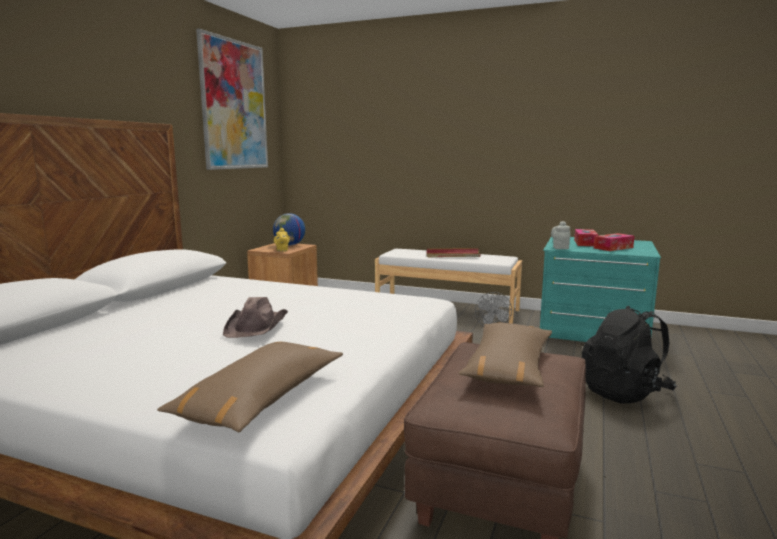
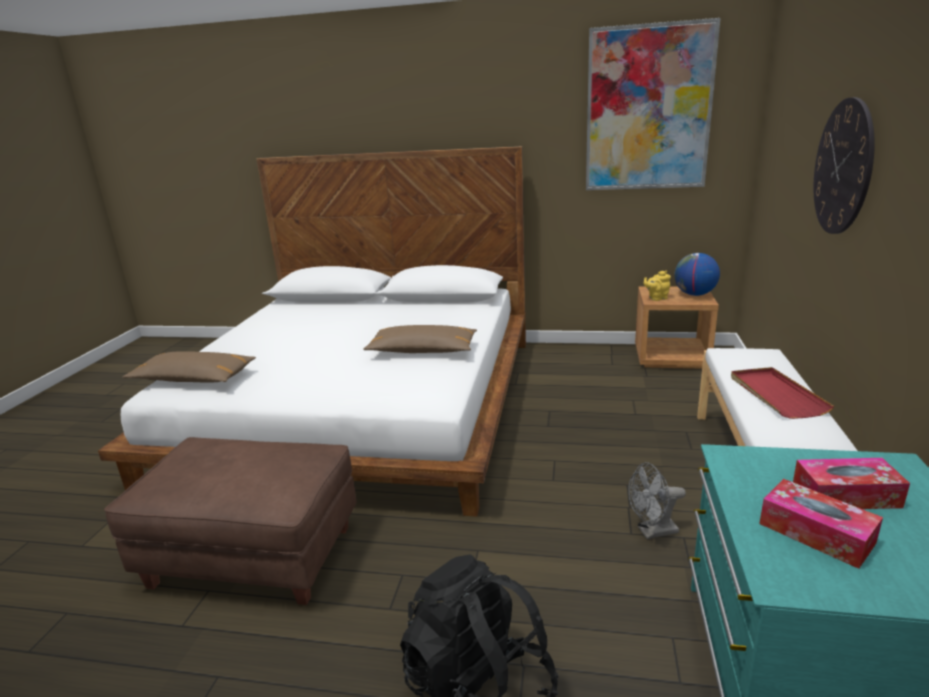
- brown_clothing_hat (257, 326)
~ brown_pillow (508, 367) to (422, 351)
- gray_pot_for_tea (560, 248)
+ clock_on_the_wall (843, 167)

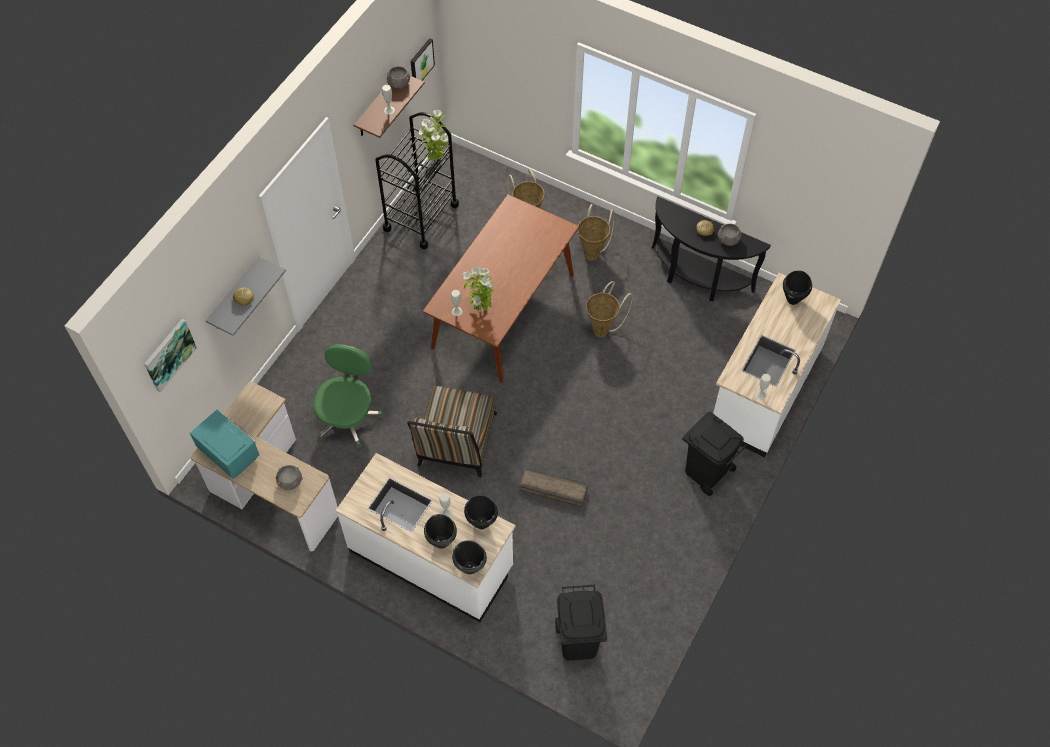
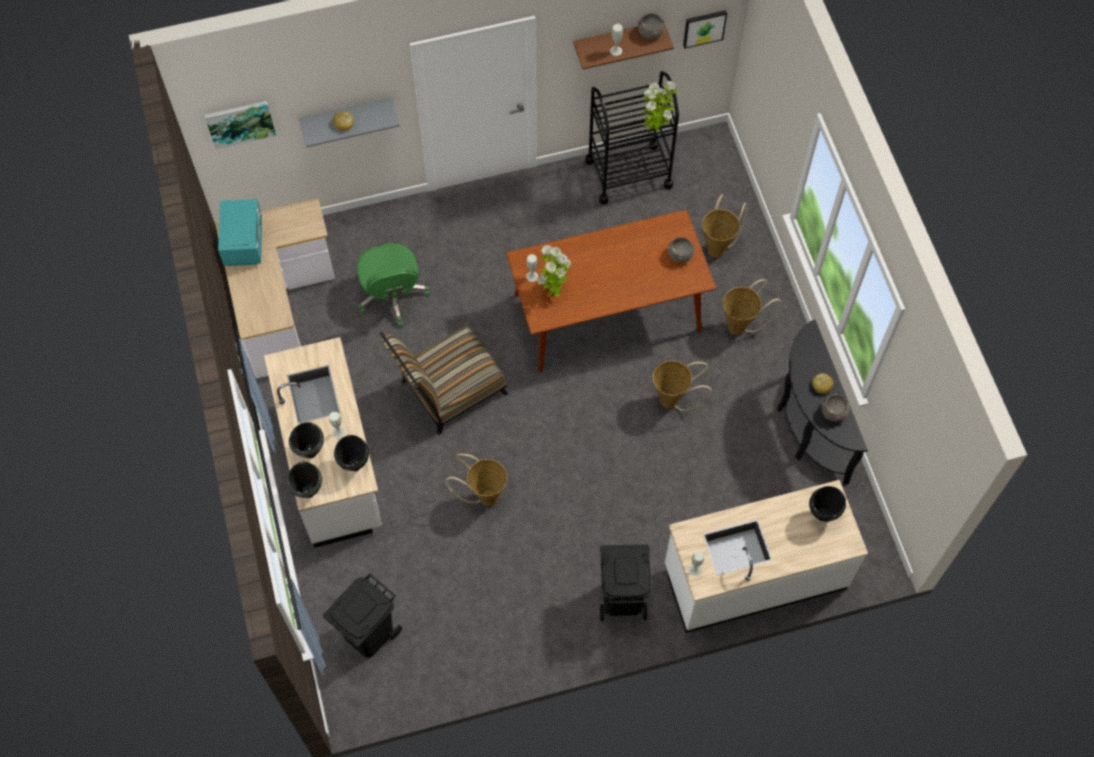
~ gray_deep_dish (290, 481) to (680, 255)
~ green-coloured_desk_chair (348, 417) = (392, 295) 105 degrees clockwise
~ packing_crate (553, 488) to storage_basket (484, 496)

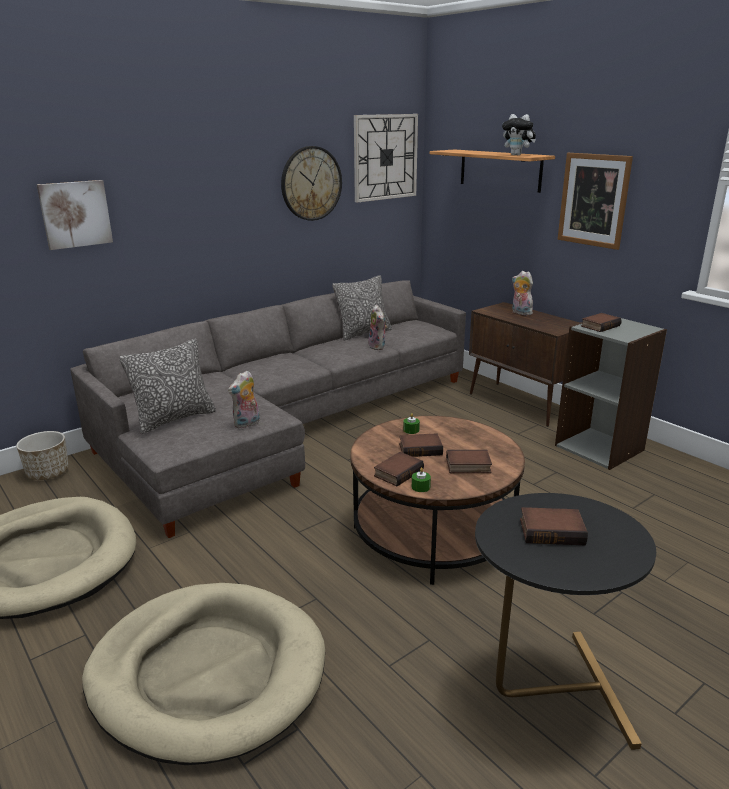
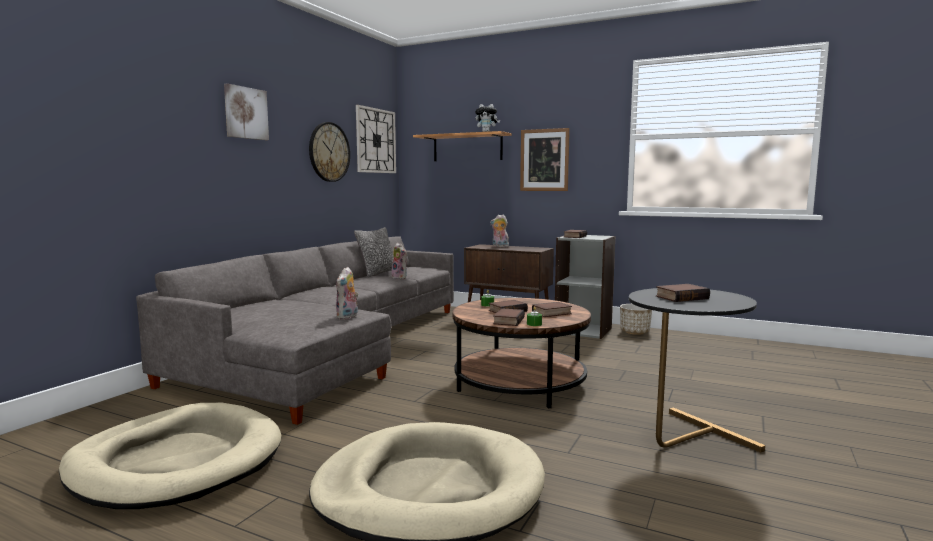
~ plant_pot (48, 473) to (634, 332)
~ wall_art (75, 214) to (245, 113)
- pillow (174, 418)

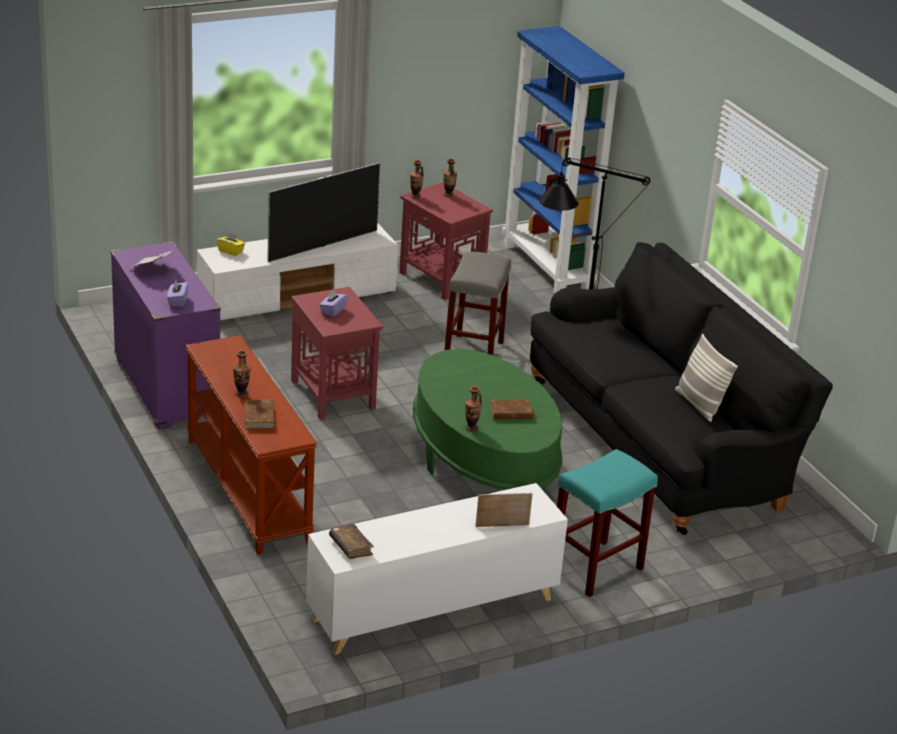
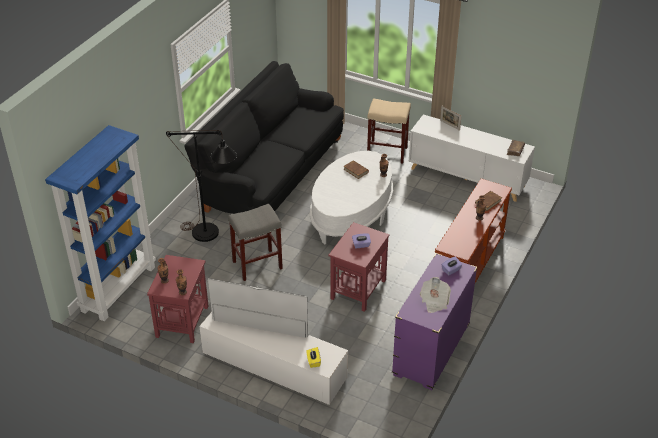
~ green-coloured_lounge_table (483, 461) to white_lounge_table (351, 214)
~ turquoise-coloured_stool (595, 569) to beige_stool (387, 153)
- pillow (699, 405)

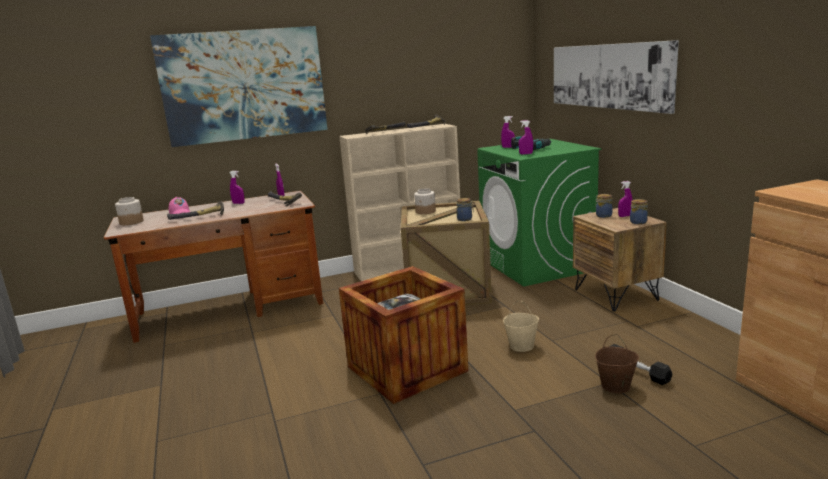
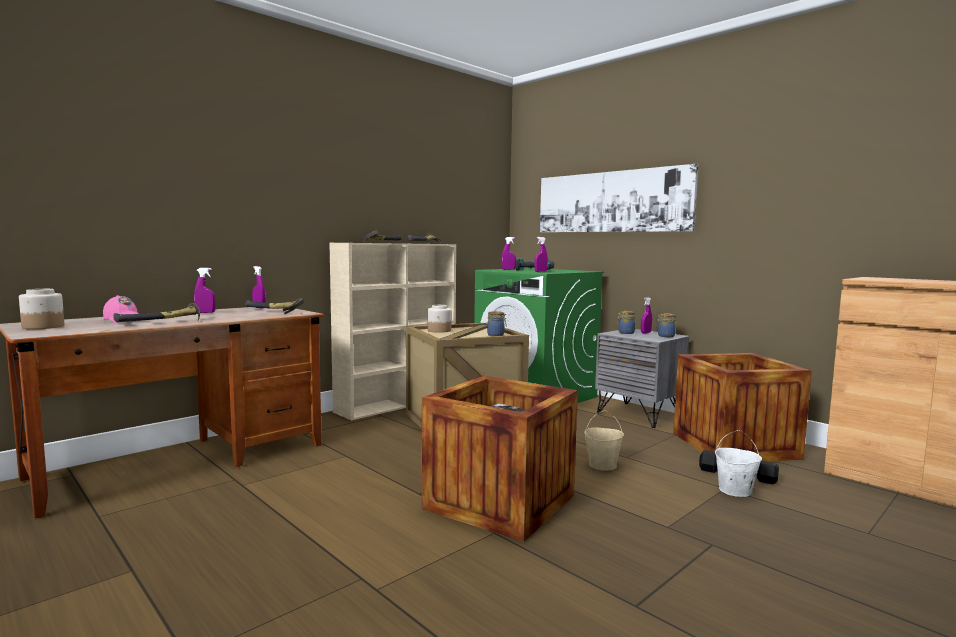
- wall_art (244, 85)
~ brown_nightstand (616, 295) to gray_nightstand (639, 415)
~ brown_water_bucket (615, 386) to white_water_bucket (735, 490)
+ packing_crate (734, 445)

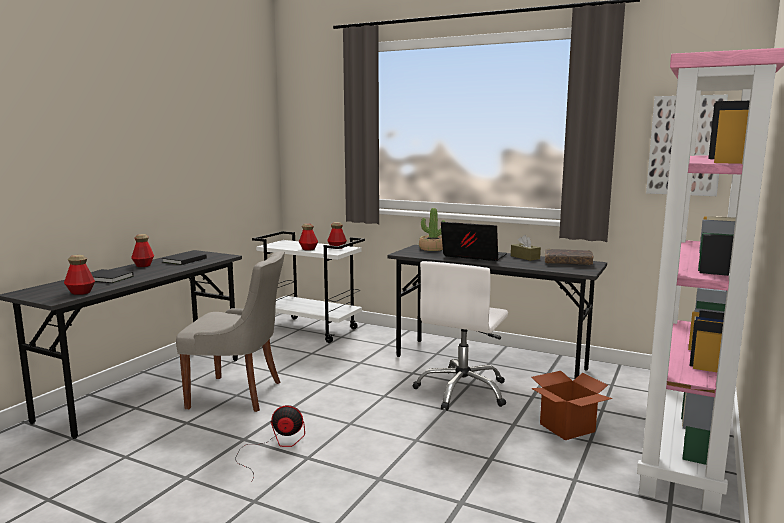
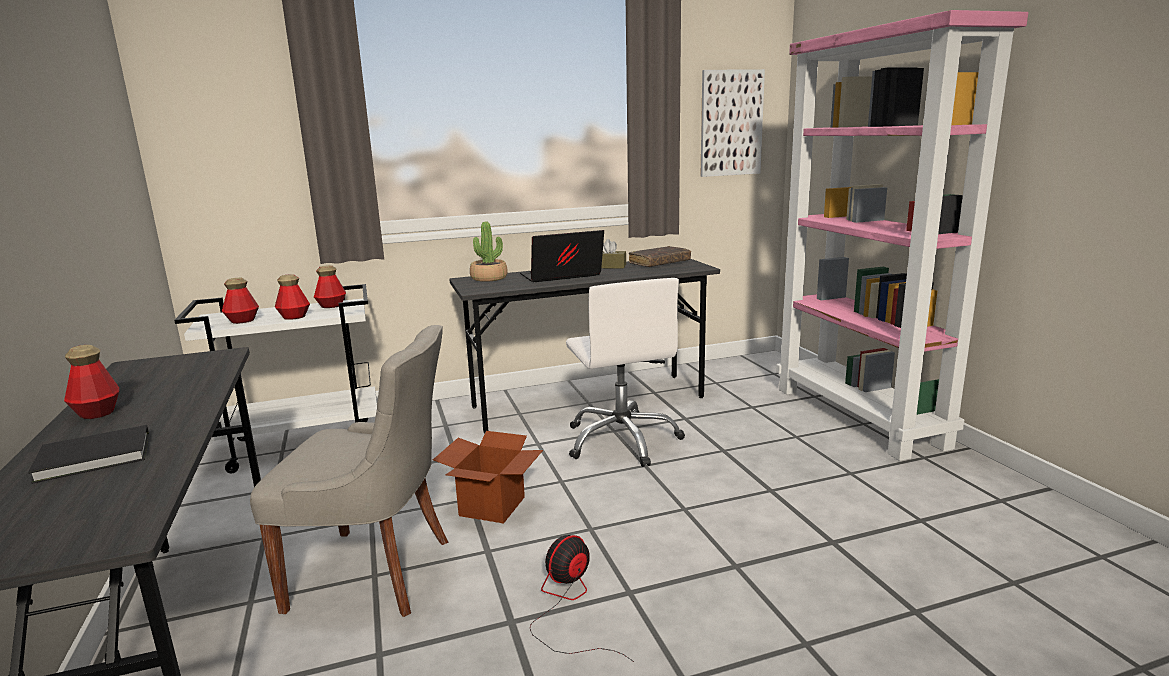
~ drink_bottle (80, 292) to (242, 321)
- black-coloured_bound_book (183, 260)
~ gray_upright_chair (238, 394) = (375, 573) 45 degrees clockwise
~ carton (567, 427) to (492, 506)

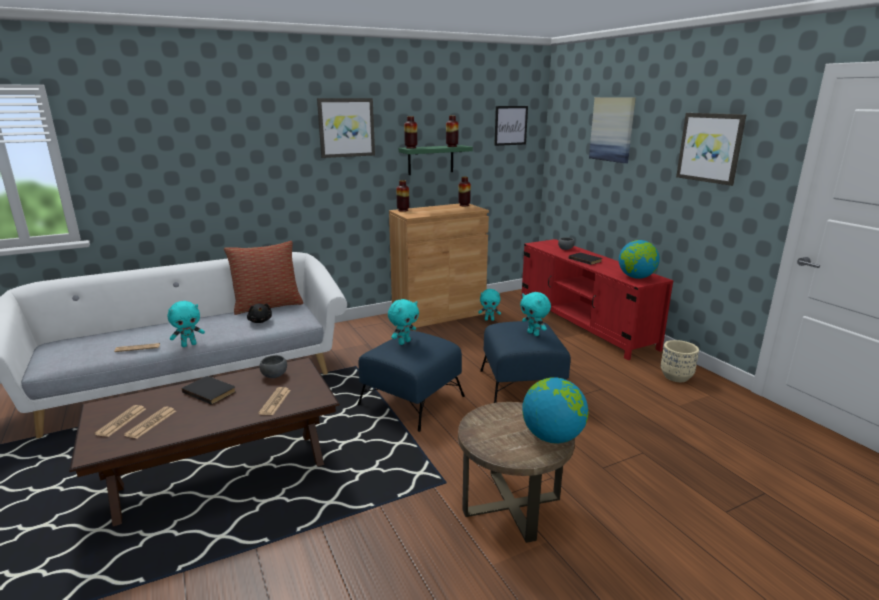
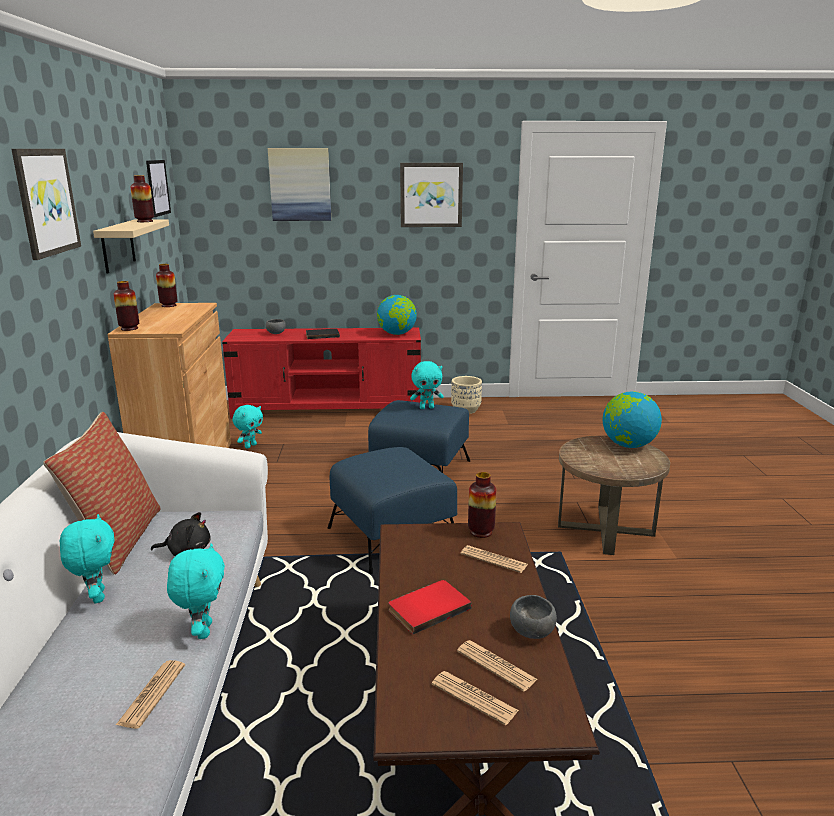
~ black-coloured_bound_book (211, 391) to reddish_bound_book (427, 608)
~ gray_deep_dish (274, 375) to (530, 632)
~ turquoise-coloured_plush_toy (404, 342) to (96, 596)
~ green-coloured_shelf (430, 160) to beige_shelf (118, 246)
~ flower_vase (411, 148) to (481, 532)

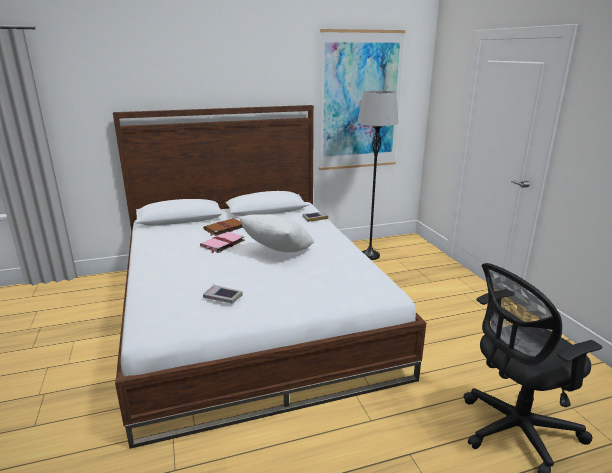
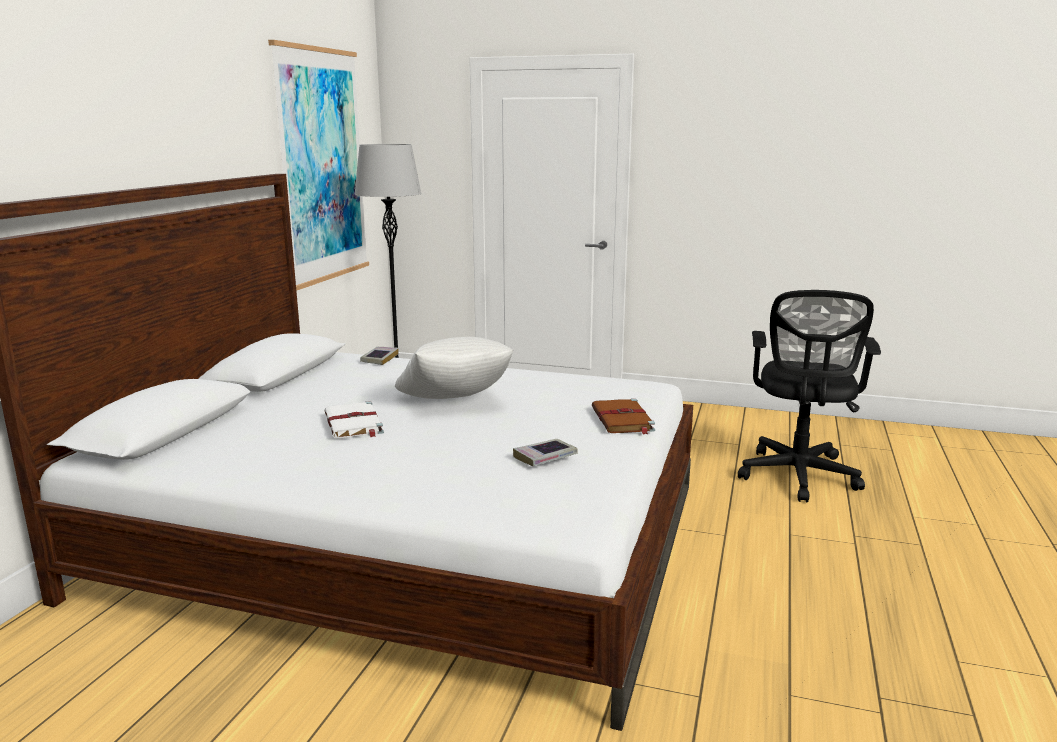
~ pink-coloured_bound_book (222, 244) to white_bound_book (353, 424)
~ brown_bound_book (223, 228) to (622, 420)

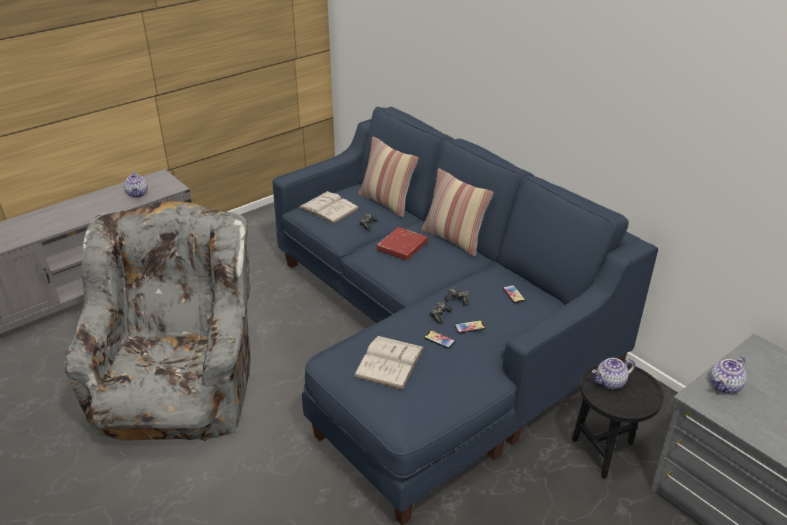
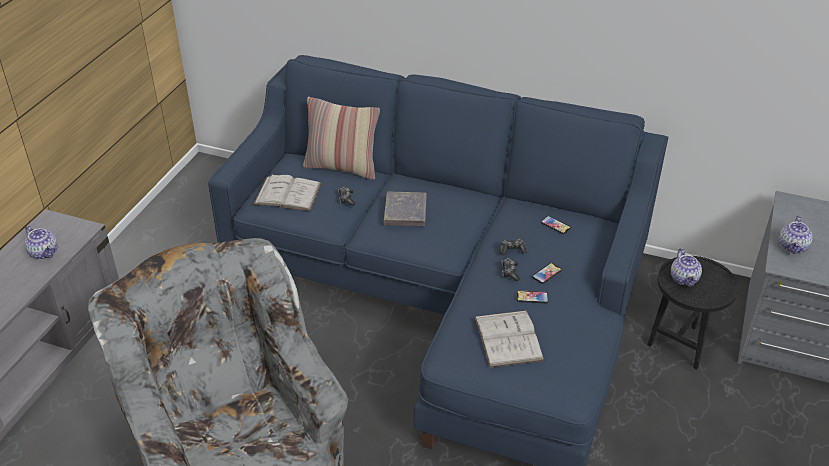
~ reddish_bound_book (402, 246) to gray_bound_book (405, 212)
- pillow (454, 239)
~ pot_for_tea (610, 382) = (684, 279) 45 degrees counterclockwise

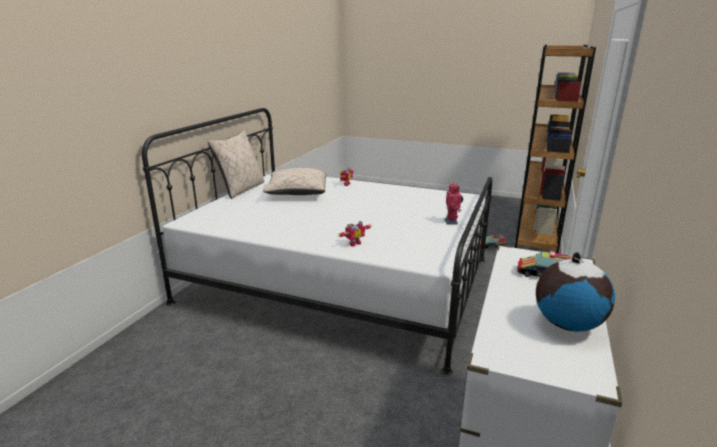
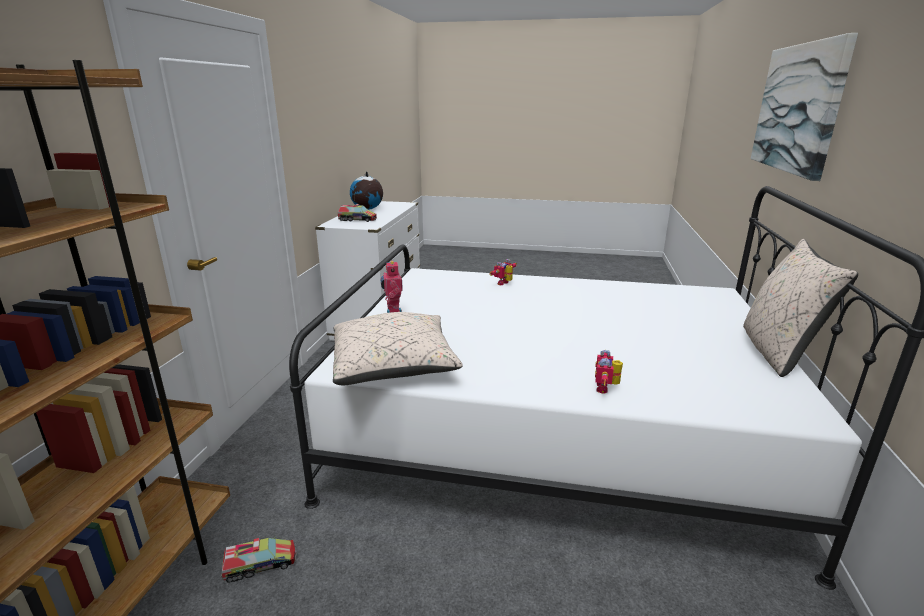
~ beige_pillow (297, 193) to (394, 366)
+ wall_art (797, 108)

